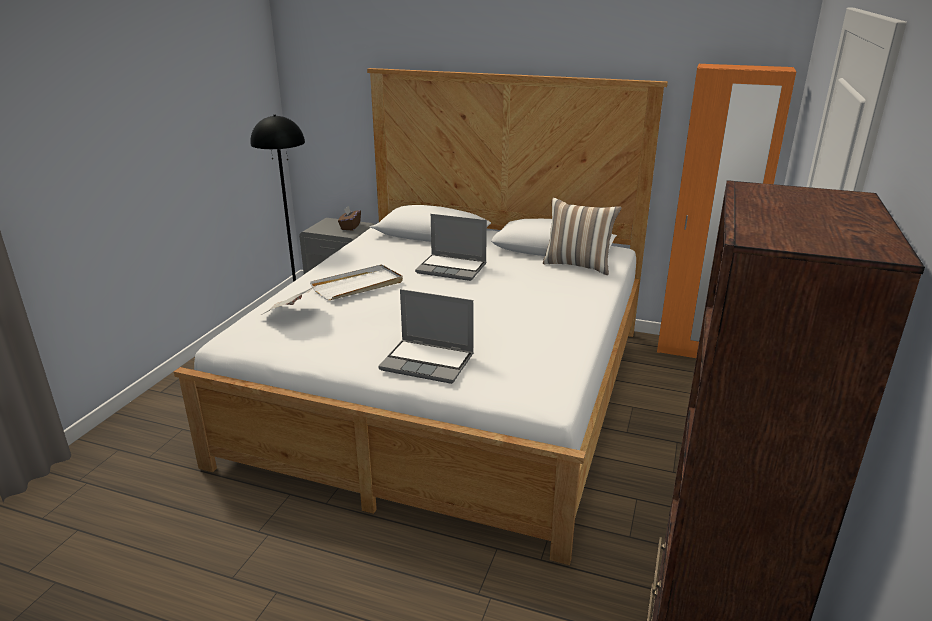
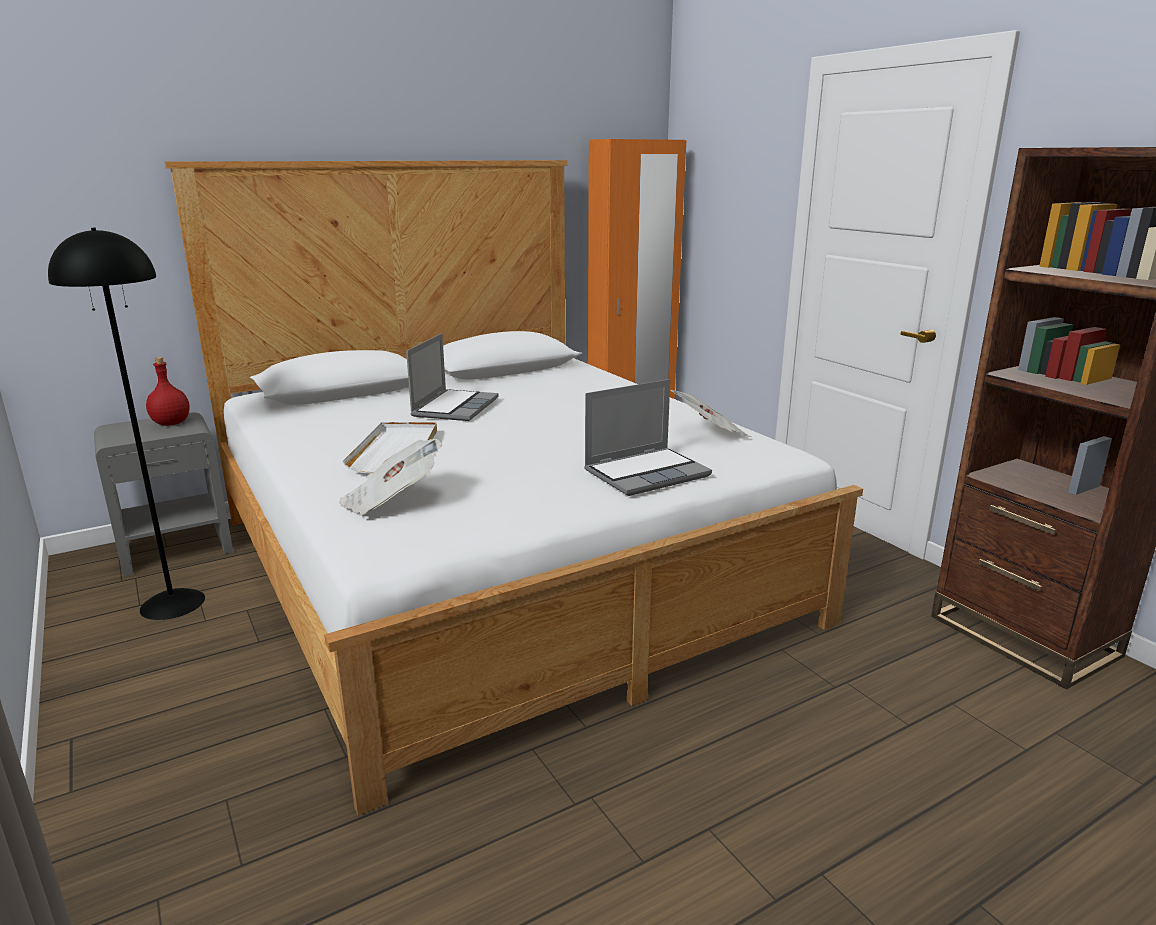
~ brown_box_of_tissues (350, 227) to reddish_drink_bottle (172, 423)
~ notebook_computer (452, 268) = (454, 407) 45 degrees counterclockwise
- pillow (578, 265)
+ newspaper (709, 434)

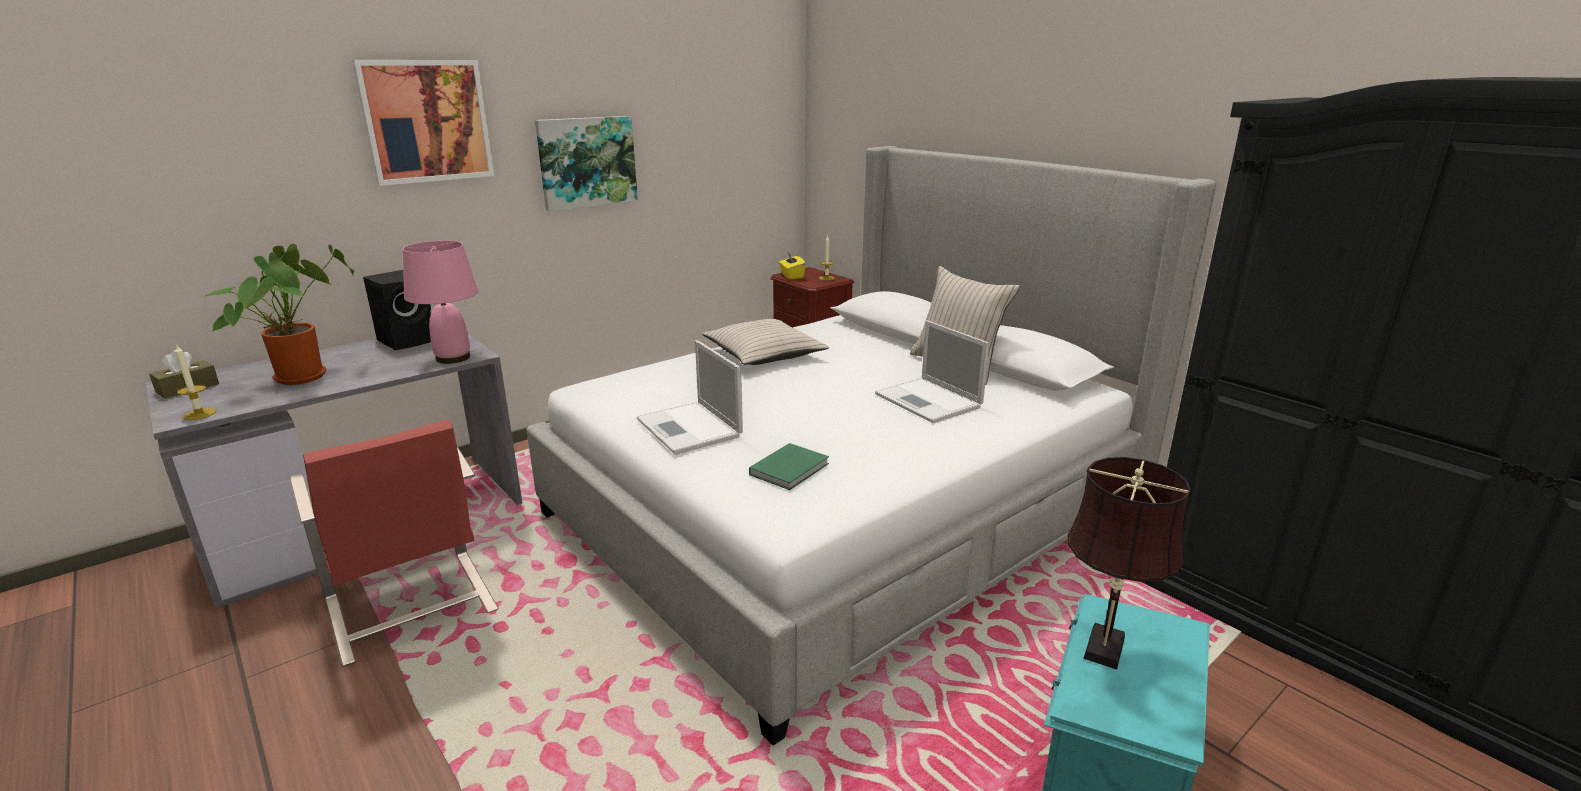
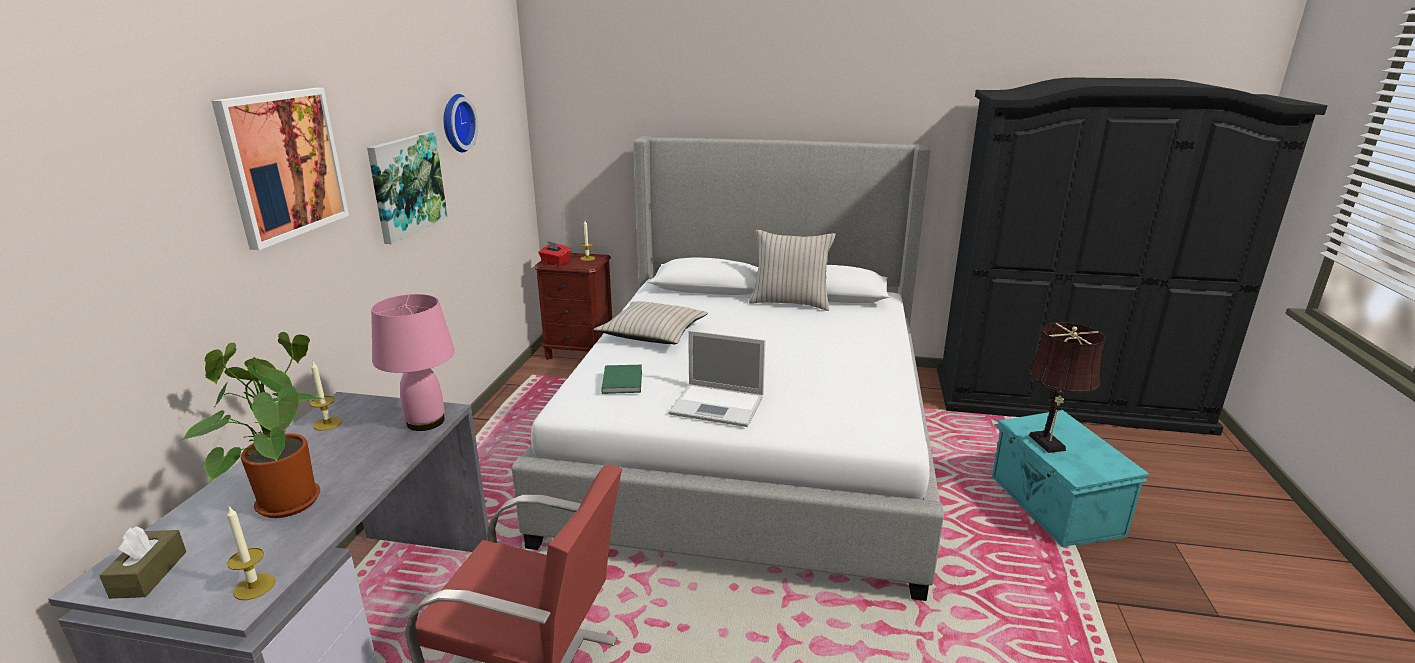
~ black-coloured_loudspeaker (408, 340) to candle (327, 423)
~ green-coloured_bound_book (791, 469) to (623, 380)
~ yellowish_box_of_tissues (791, 276) to reddish_box_of_tissues (555, 263)
- notebook_computer (929, 401)
+ clock_on_the_wall (455, 123)

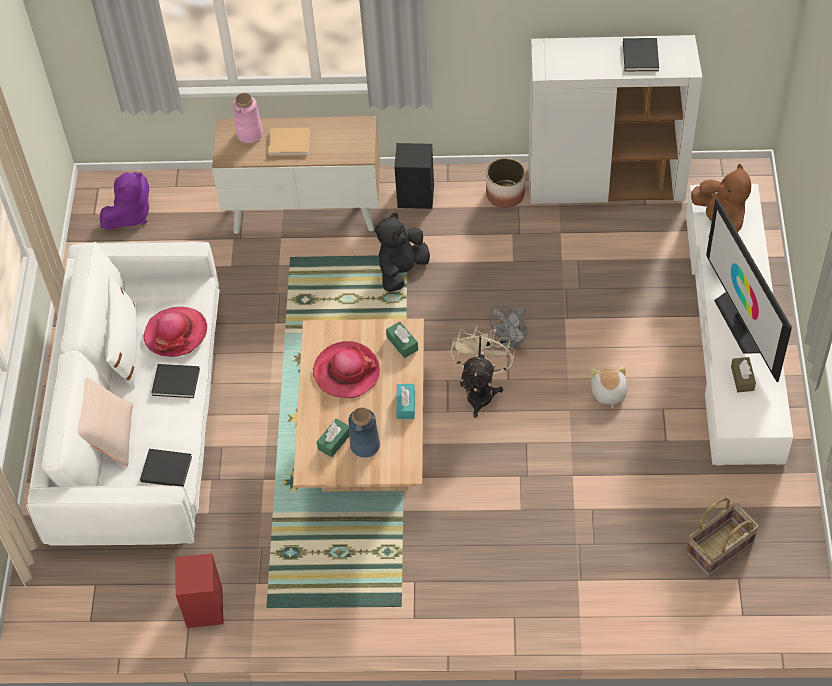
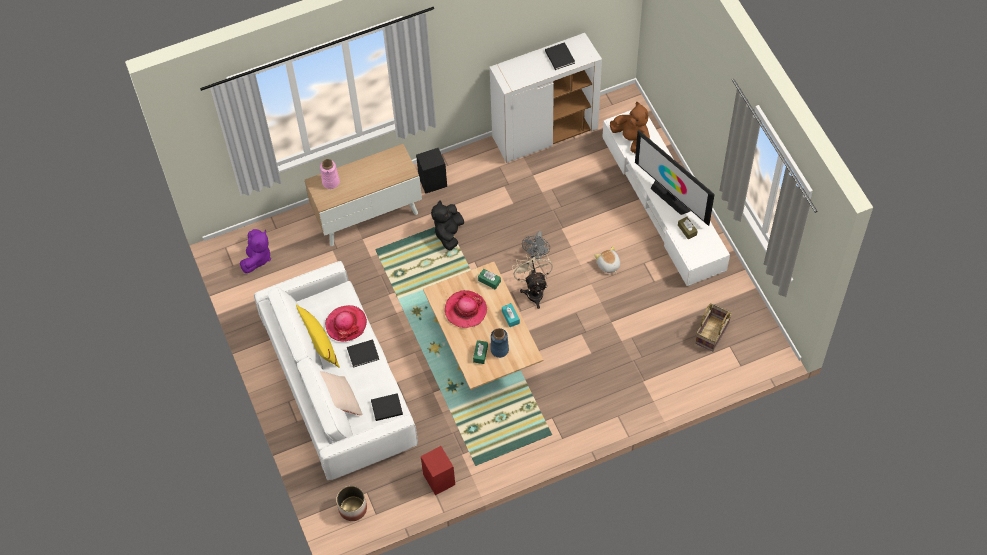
~ white_pillow (126, 346) to yellowish_pillow (319, 343)
- beige_bound_book (291, 143)
~ plant_pot (505, 194) to (352, 508)

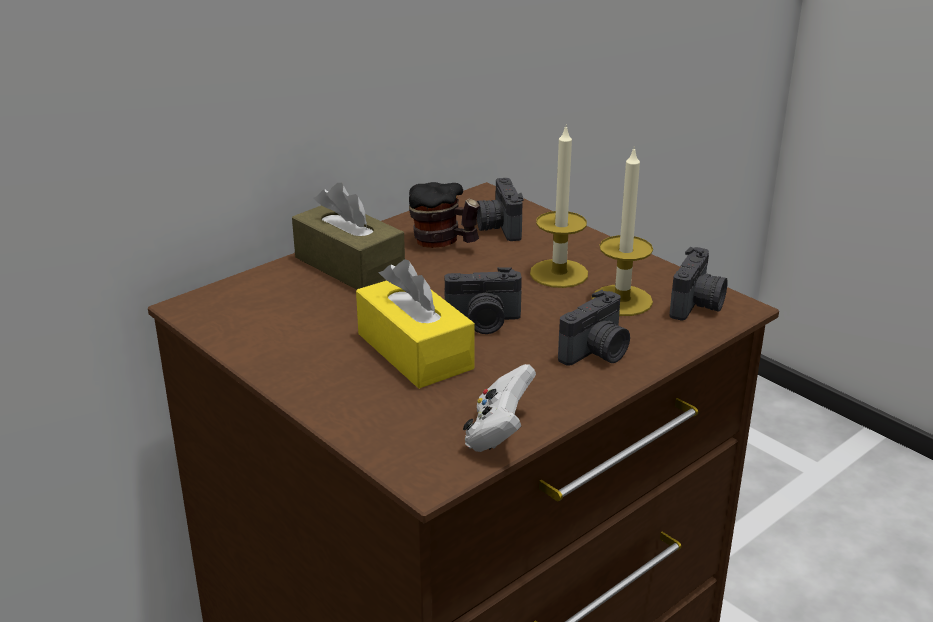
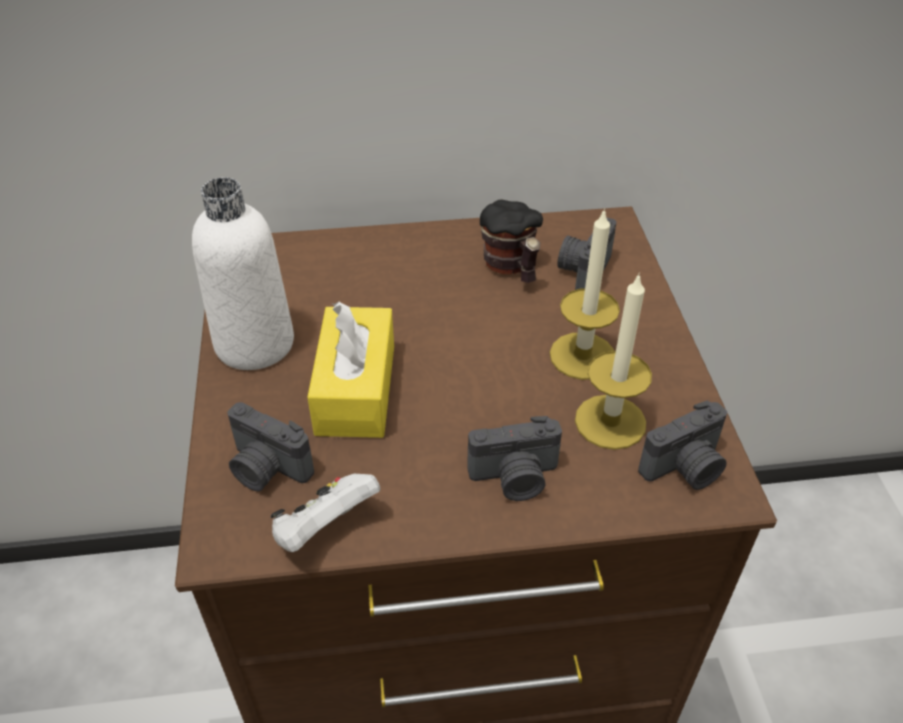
- brown_box_of_tissues (349, 265)
~ still_camera (483, 322) to (266, 469)
+ white_drink_bottle (254, 343)

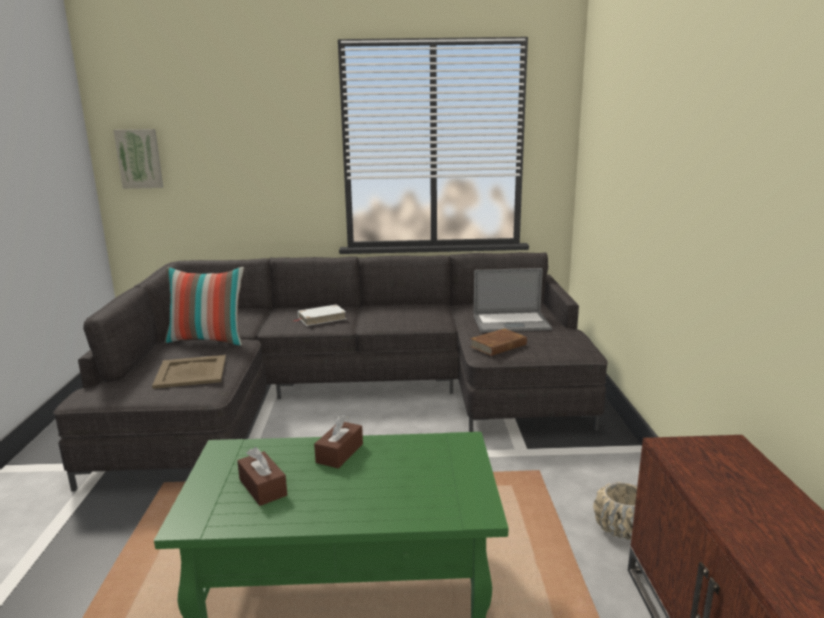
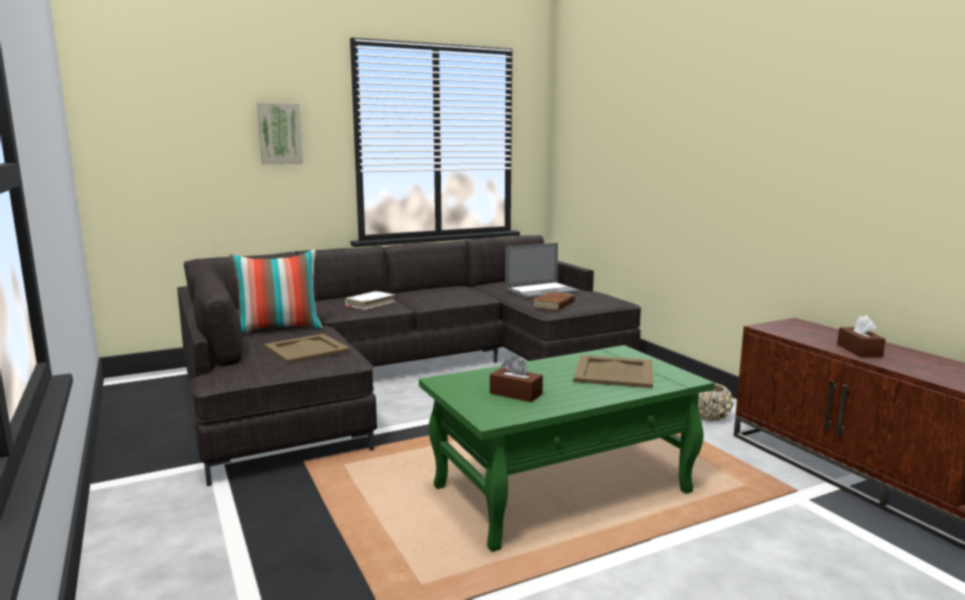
~ wall_art (140, 158) to (279, 134)
~ brown_box_of_tissues (339, 453) to (859, 350)
+ beige_serving_tray (613, 372)

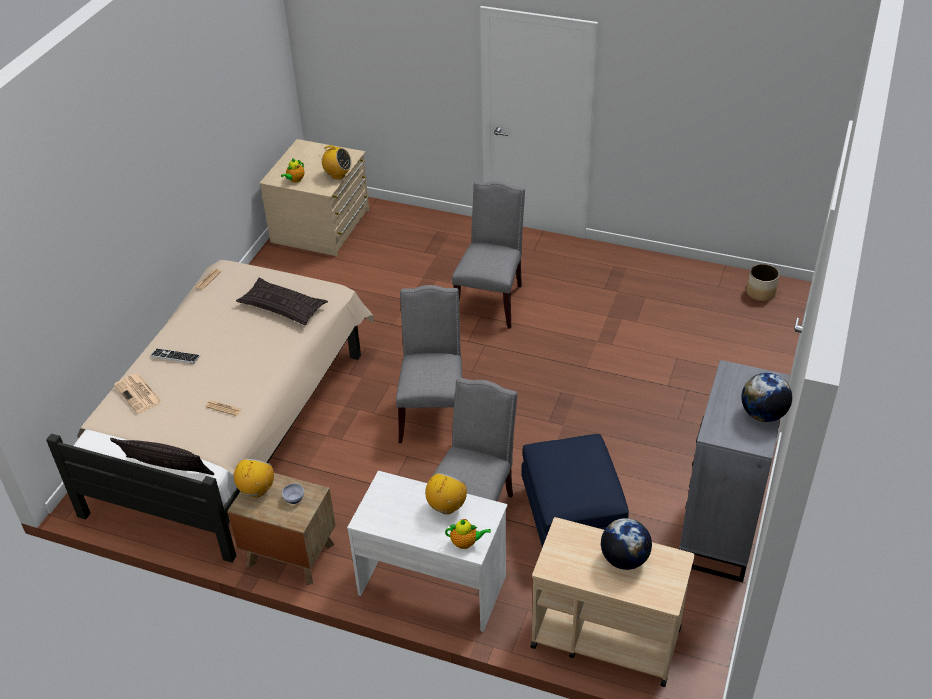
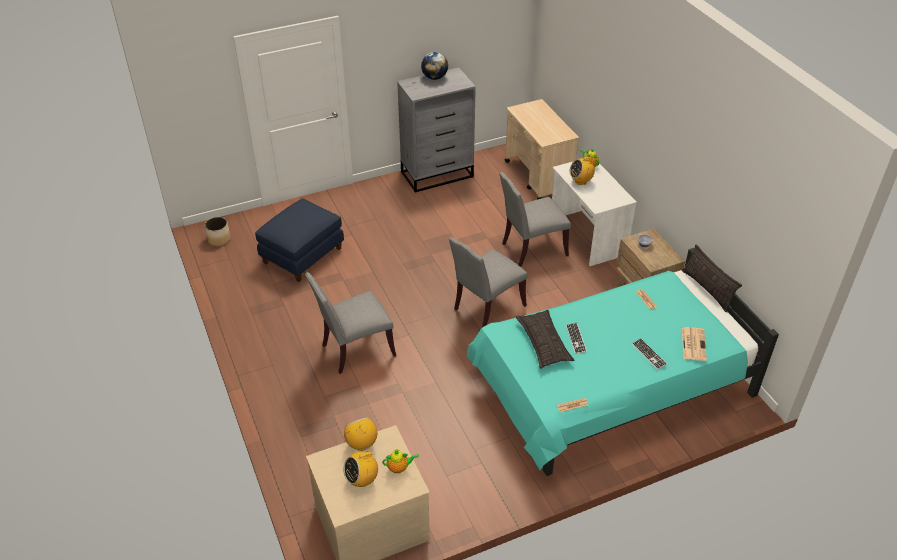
~ beige_bedroom_bed (234, 422) to turquoise-coloured_bedroom_bed (609, 388)
~ radio (257, 490) to (362, 480)
~ blue_pouffe (573, 518) to (302, 255)
- globe (624, 559)
+ PC_keyboard (576, 339)

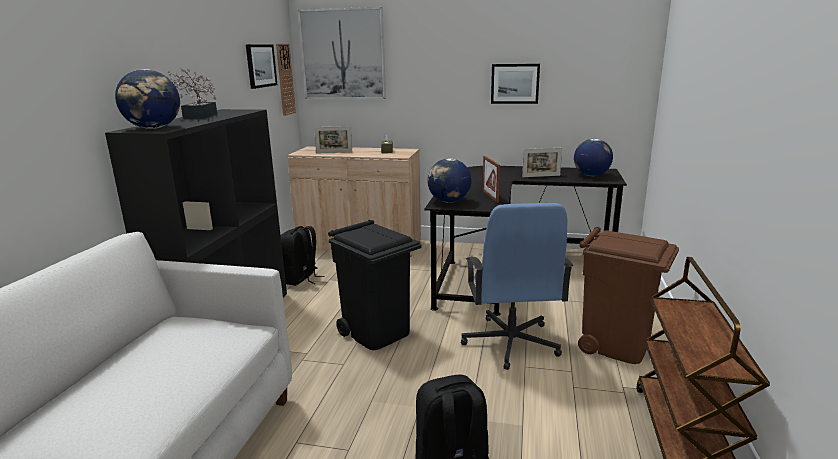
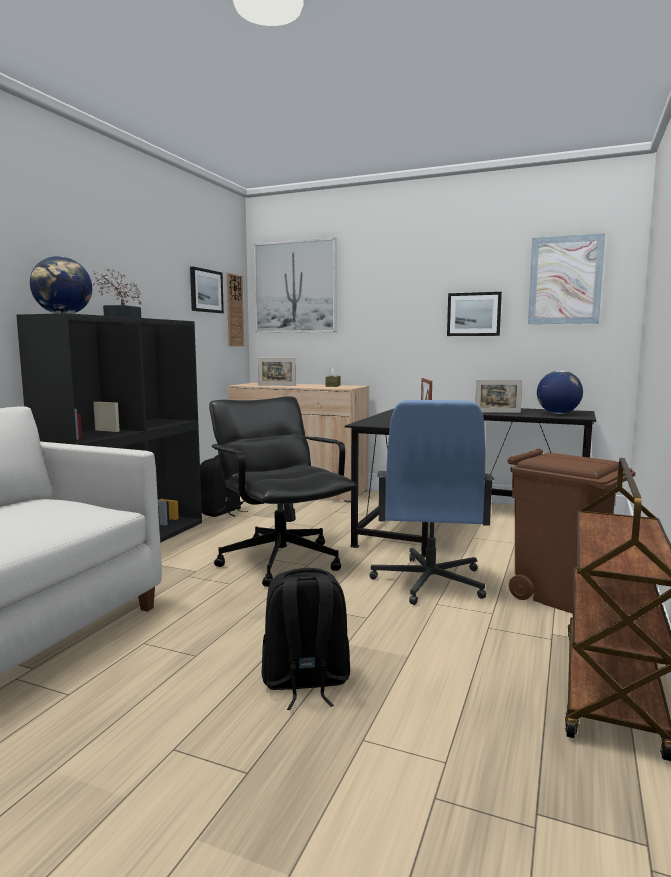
~ black-coloured_rubbish_bin (377, 332) to black-coloured_desk_chair (281, 560)
- globe (449, 201)
+ wall_art (565, 280)

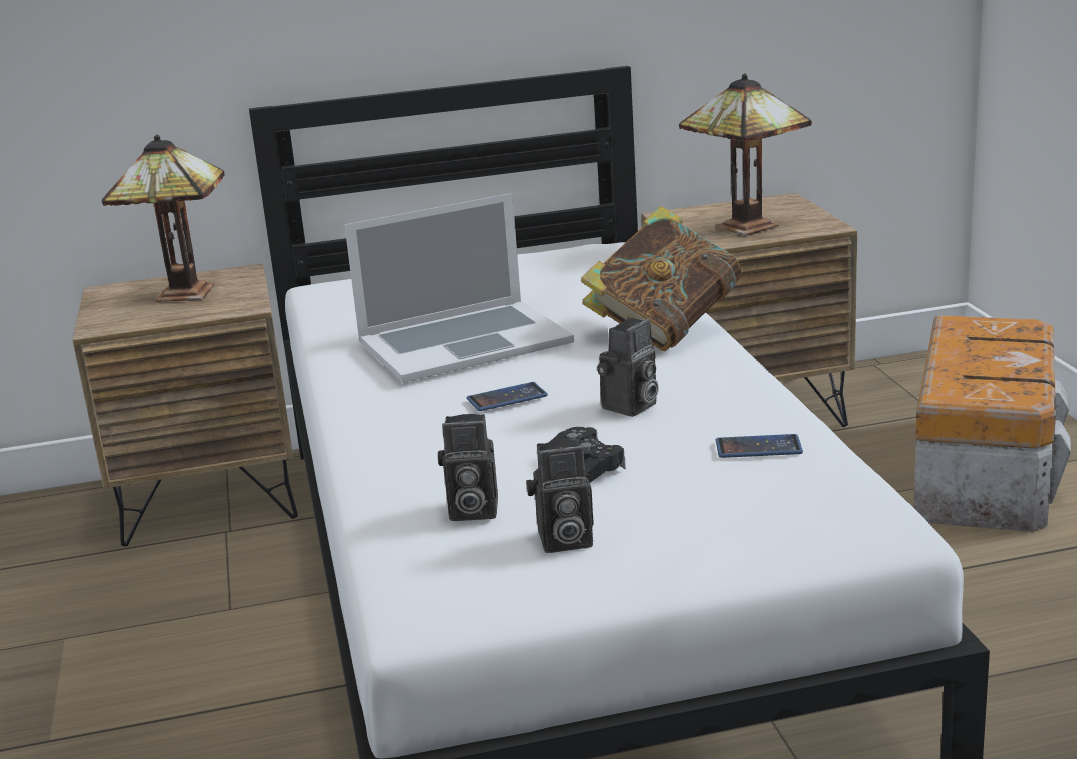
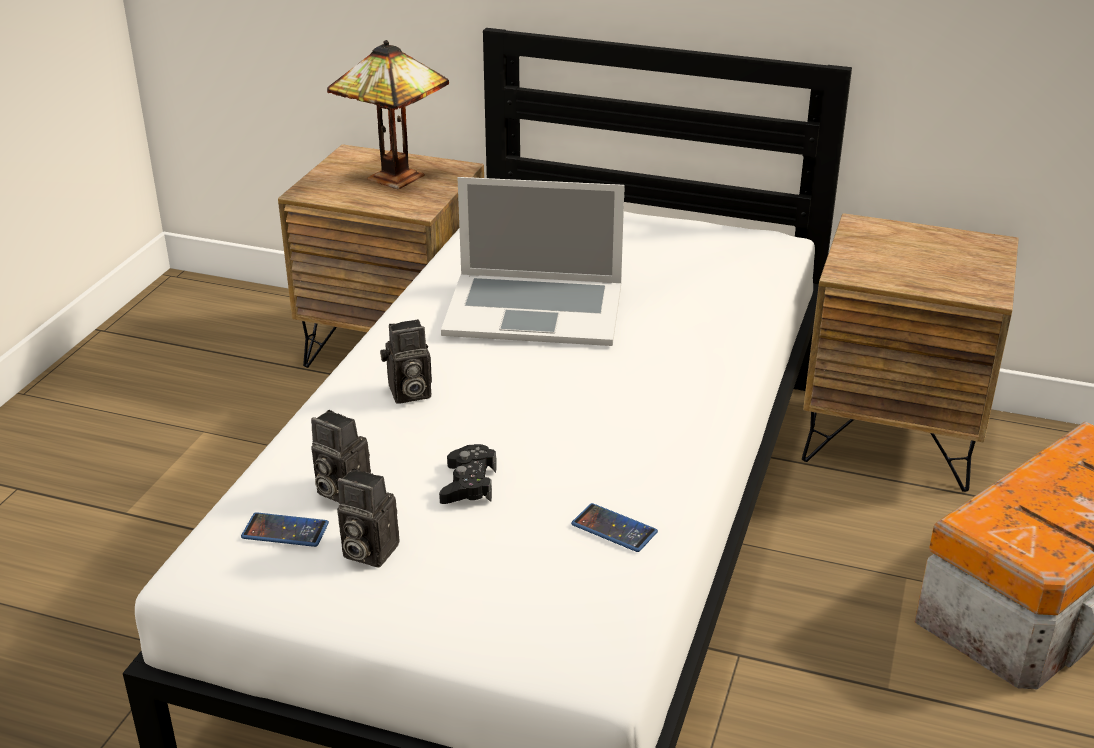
~ handset (507, 398) to (285, 531)
- bound_book (664, 330)
~ still_camera (630, 407) to (408, 393)
- tabletop_lamp (742, 227)

